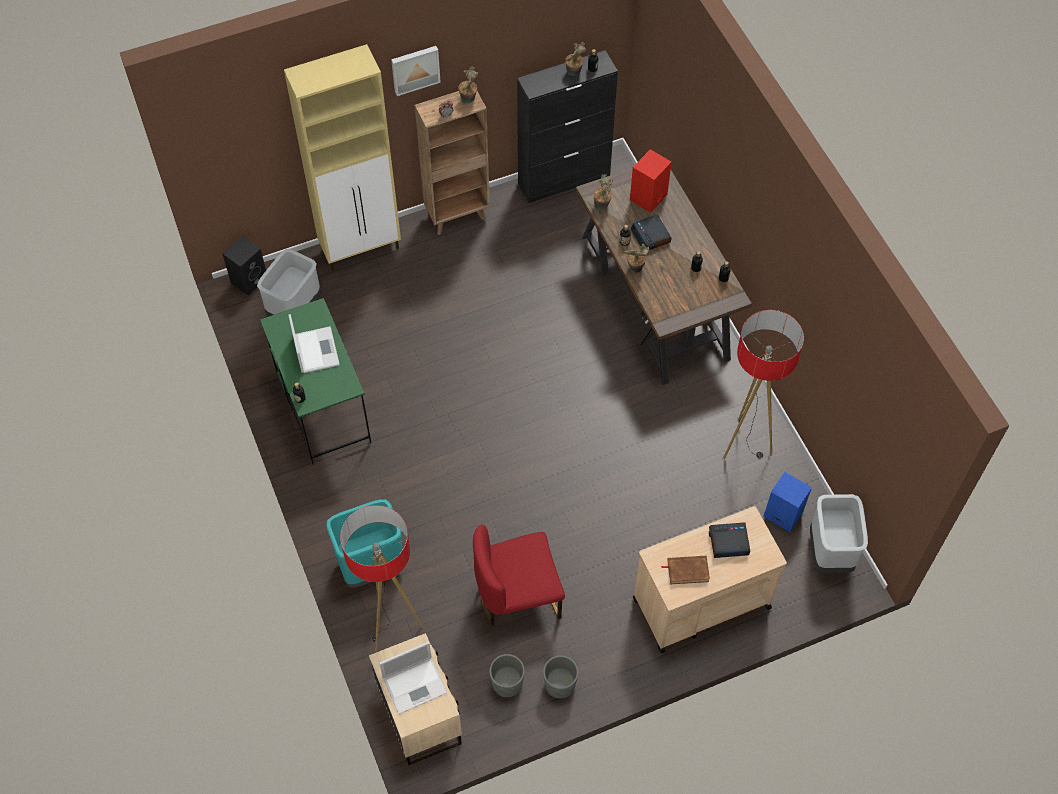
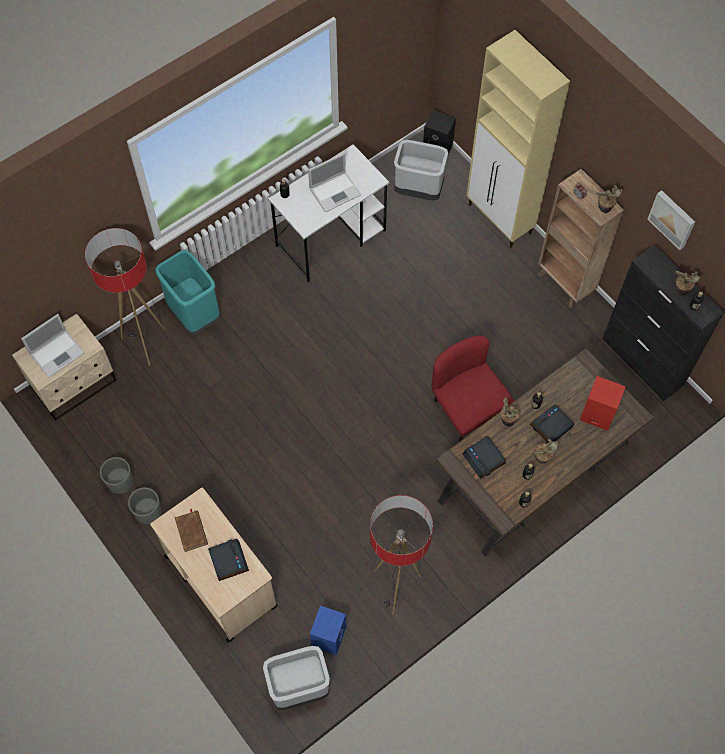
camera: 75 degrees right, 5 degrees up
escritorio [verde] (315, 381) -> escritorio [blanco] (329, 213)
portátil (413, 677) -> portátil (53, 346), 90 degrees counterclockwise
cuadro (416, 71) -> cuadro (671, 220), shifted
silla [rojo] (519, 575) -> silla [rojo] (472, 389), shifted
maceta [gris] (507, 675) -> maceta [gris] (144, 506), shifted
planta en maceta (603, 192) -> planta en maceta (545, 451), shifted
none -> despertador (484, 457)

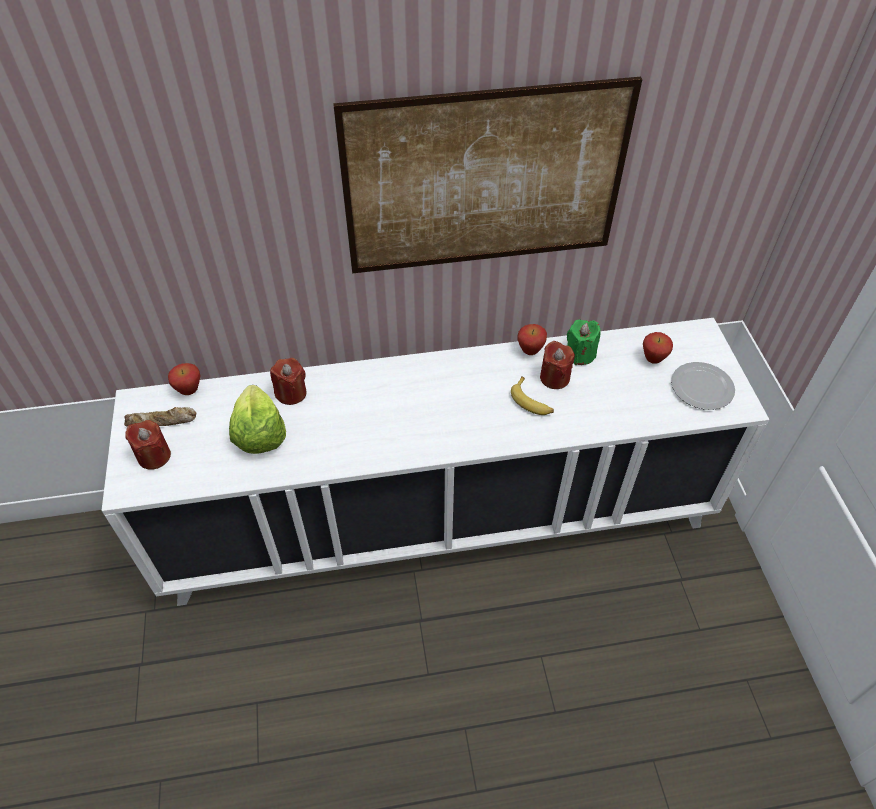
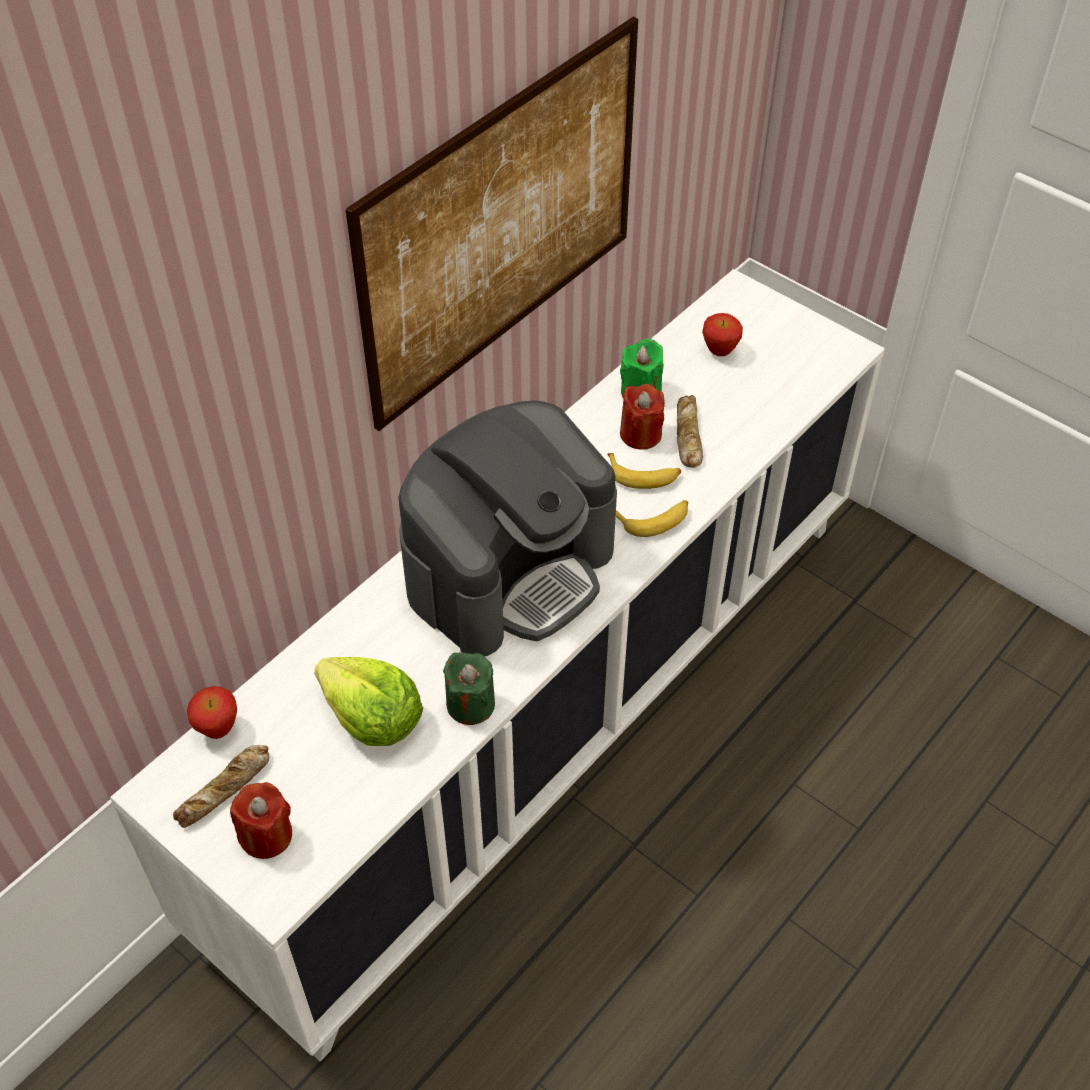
camera: 40 degrees left, 0 degrees up
vela [rojo] (288, 381) -> none
manzana (532, 339) -> none
plato (703, 386) -> none
none -> cafetera (507, 528)
none -> vela [verde] (469, 688)
none -> plátano (652, 518)
none -> pan (690, 431)

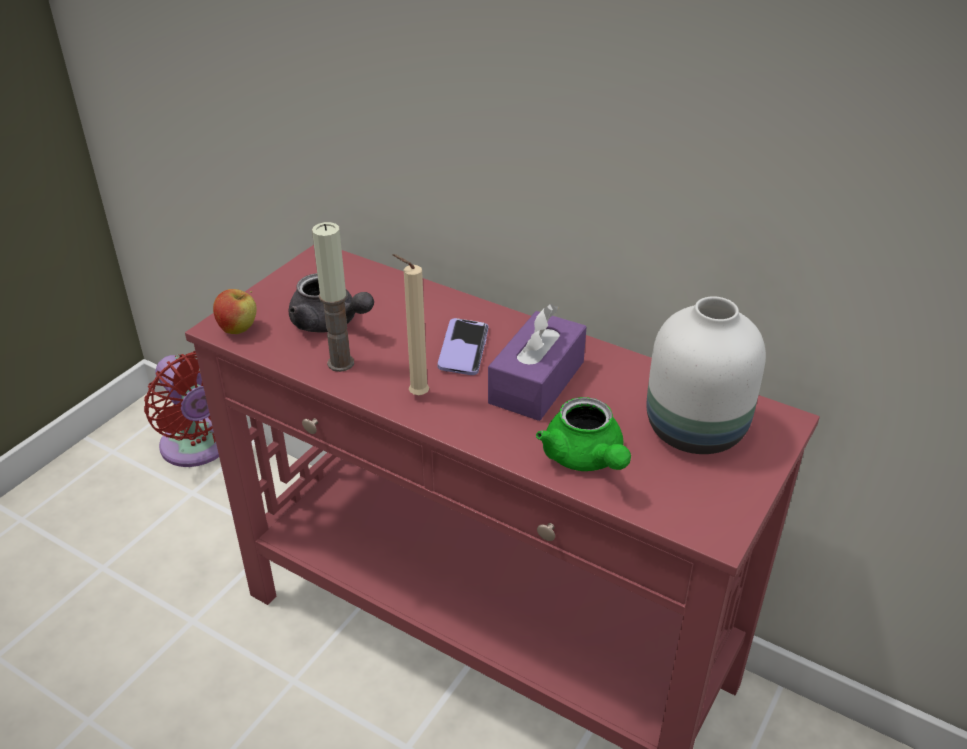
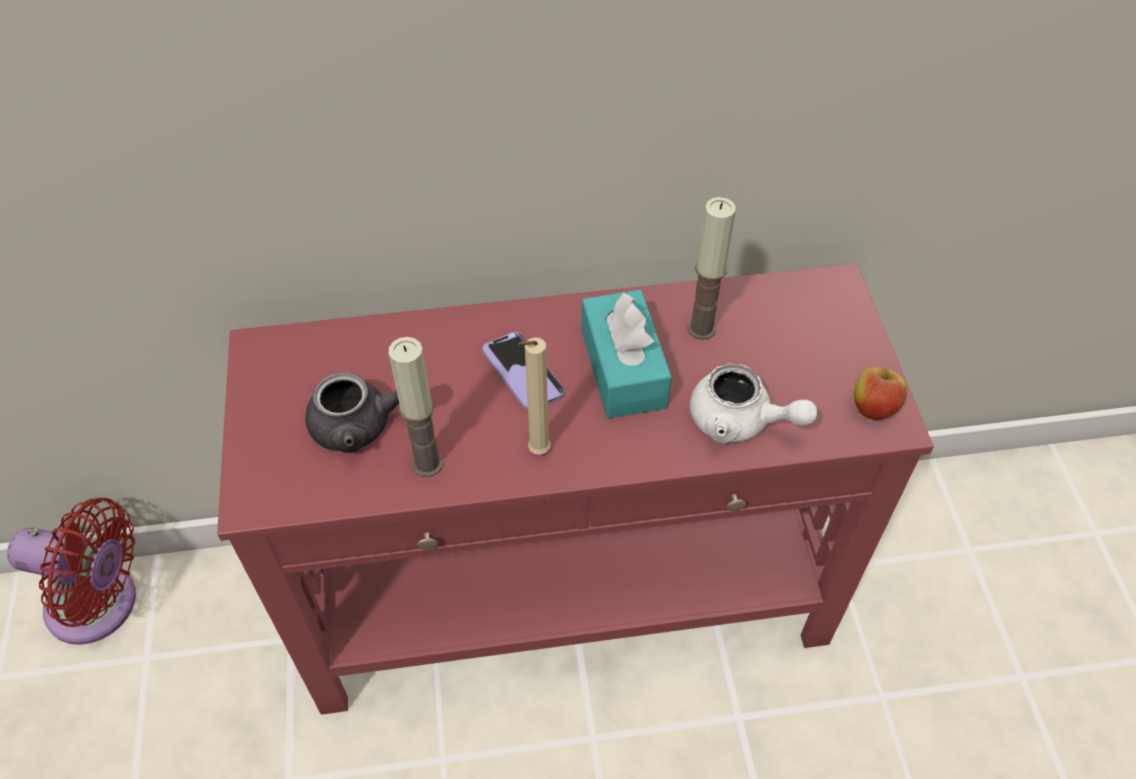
camera: 40 degrees left, 15 degrees up
manzana (235, 311) -> manzana (880, 391), shifted
caja de pañuelos [morado] (537, 362) -> caja de pañuelos [turquesa] (627, 354)
tetera [verde] (583, 434) -> tetera [blanco] (753, 403)
florero [blanco] (706, 375) -> none
none -> vela (711, 268)

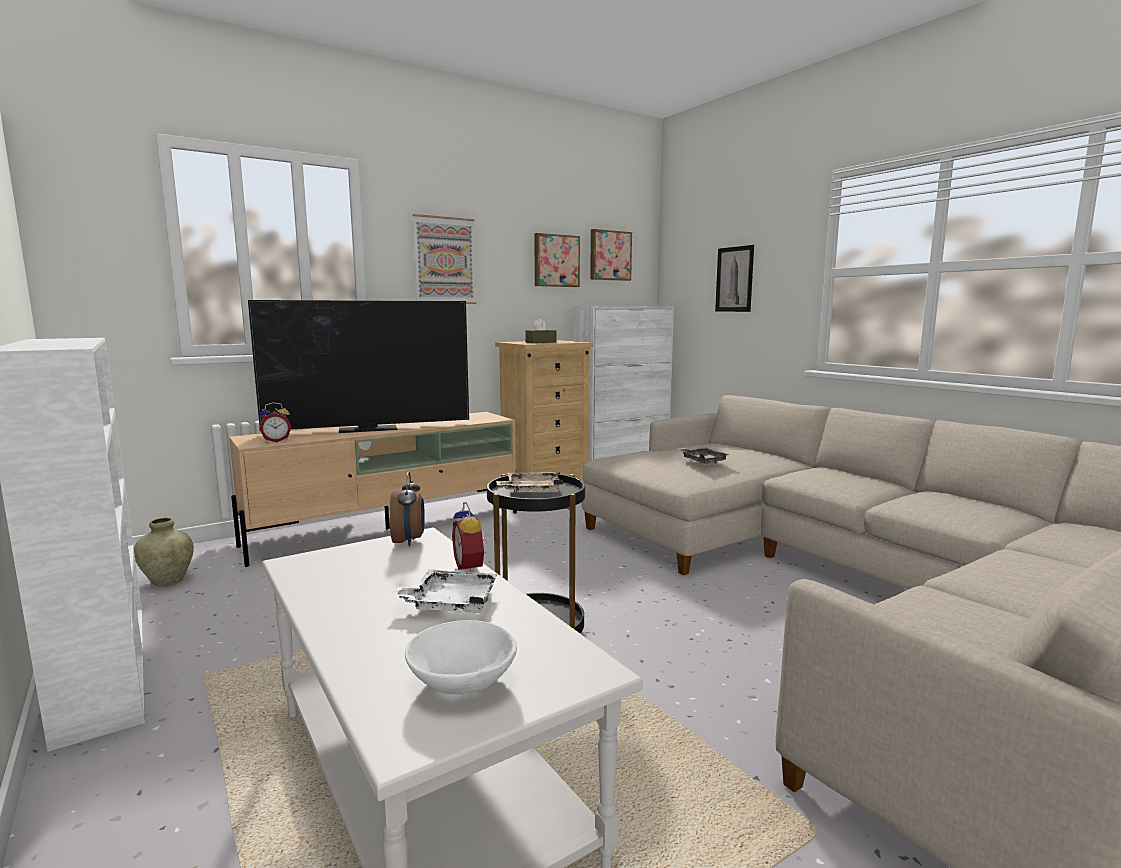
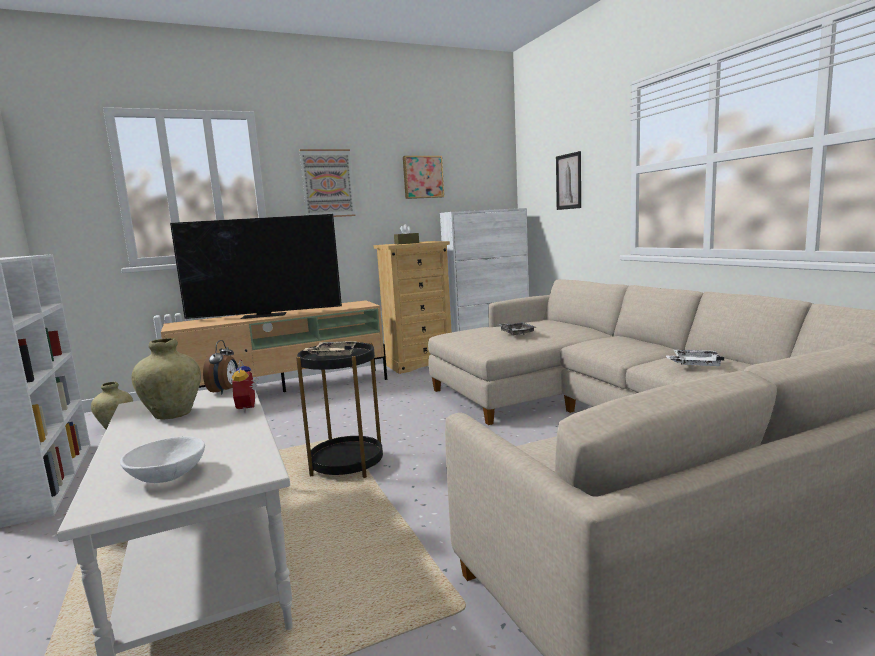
camera: 10 degrees right, 0 degrees up
despertador (275, 422) -> none
bandeja [blanco] (443, 591) -> bandeja [blanco] (695, 358), shifted
cuadro (611, 255) -> none
none -> florero [beis] (166, 378)

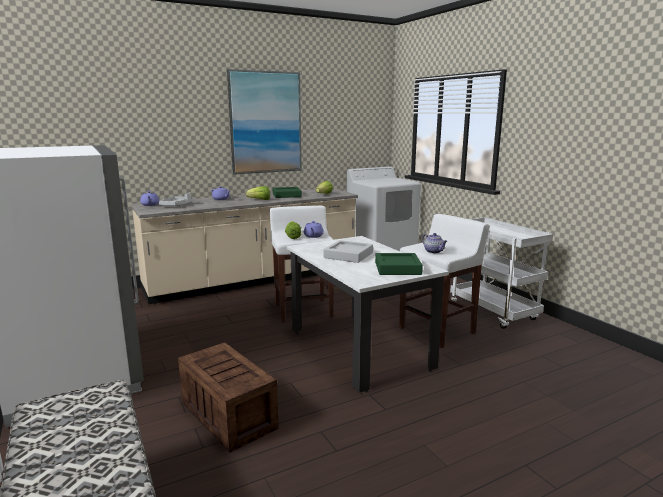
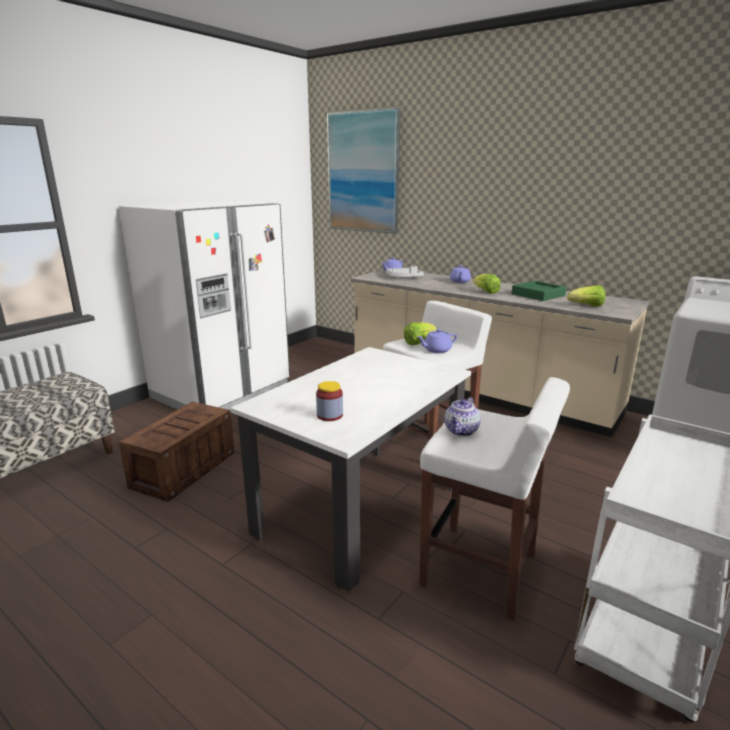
camera: 65 degrees right, 5 degrees up
cuadro (264, 122) -> cuadro (364, 170), shifted
bandeja [gris] (348, 251) -> none
bandeja [verde] (399, 264) -> tarro (329, 401)

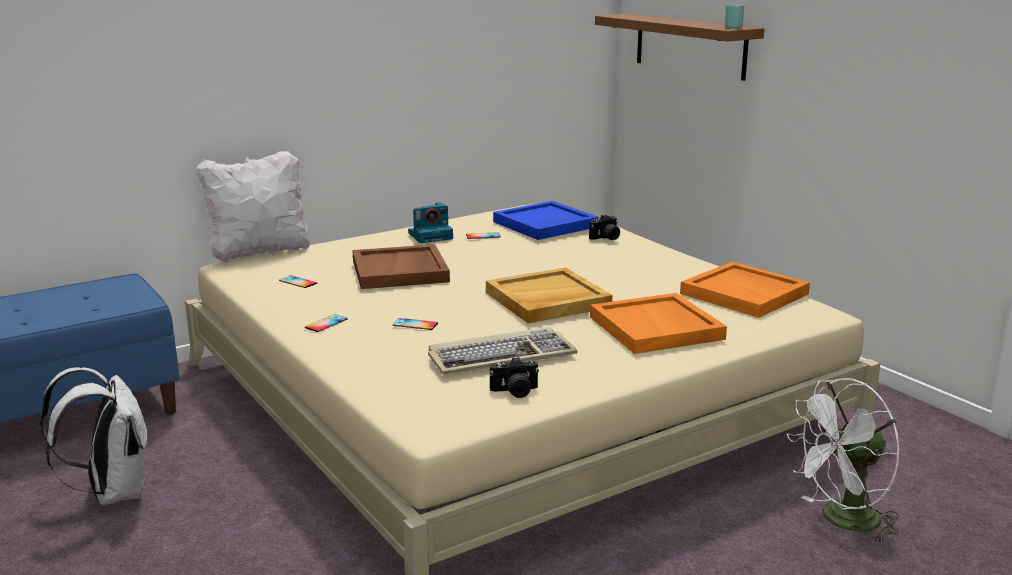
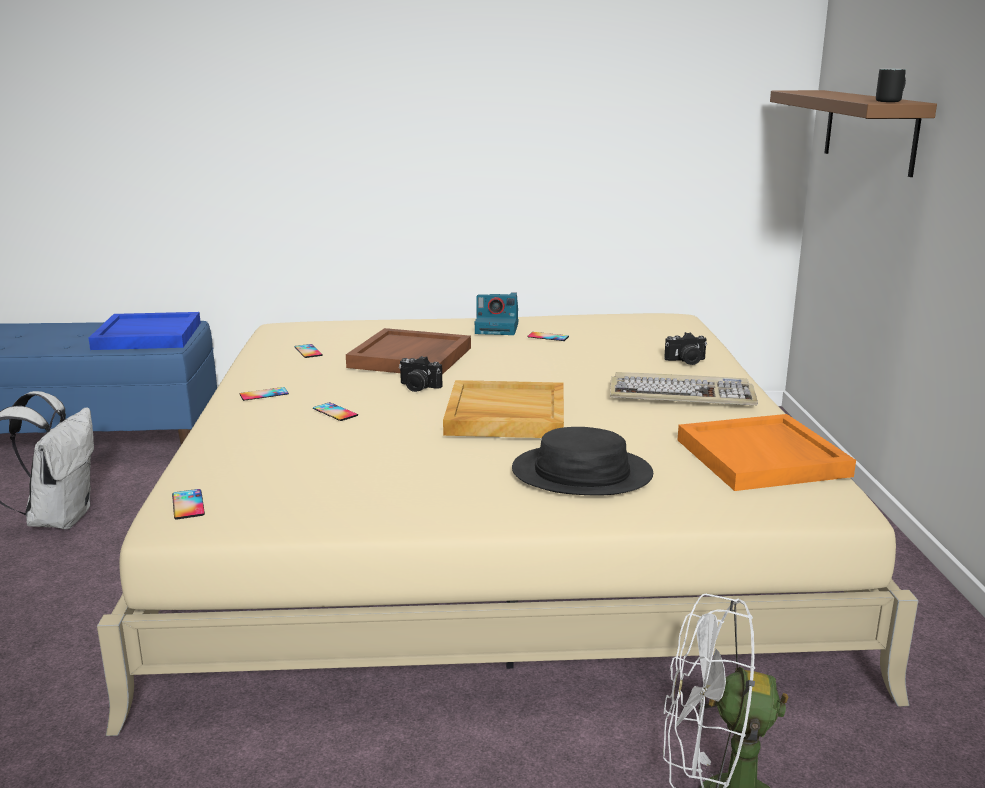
camera: 30 degrees right, 0 degrees up
cojín [blanco] (252, 207) -> none
teclado (503, 351) -> teclado (684, 388), shifted
cámara (514, 377) -> cámara (420, 374), shifted
bandeja [azul] (546, 220) -> bandeja [azul] (145, 331), shifted
bandeja [naranja] (658, 323) -> sombrero [negro] (582, 461)
taza grande [turquesa] (734, 16) -> taza grande [negro] (891, 85)
none -> móvil (188, 504)

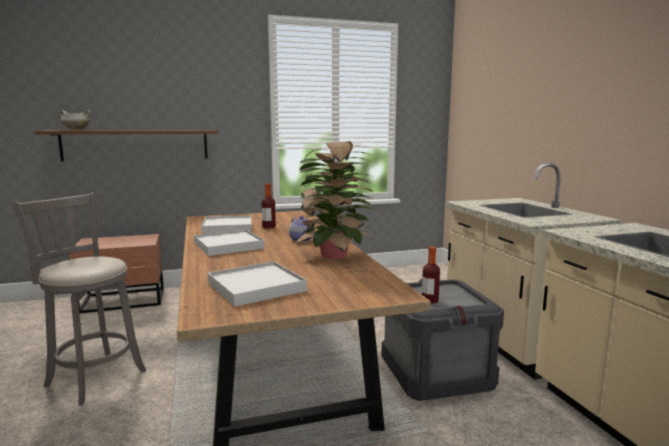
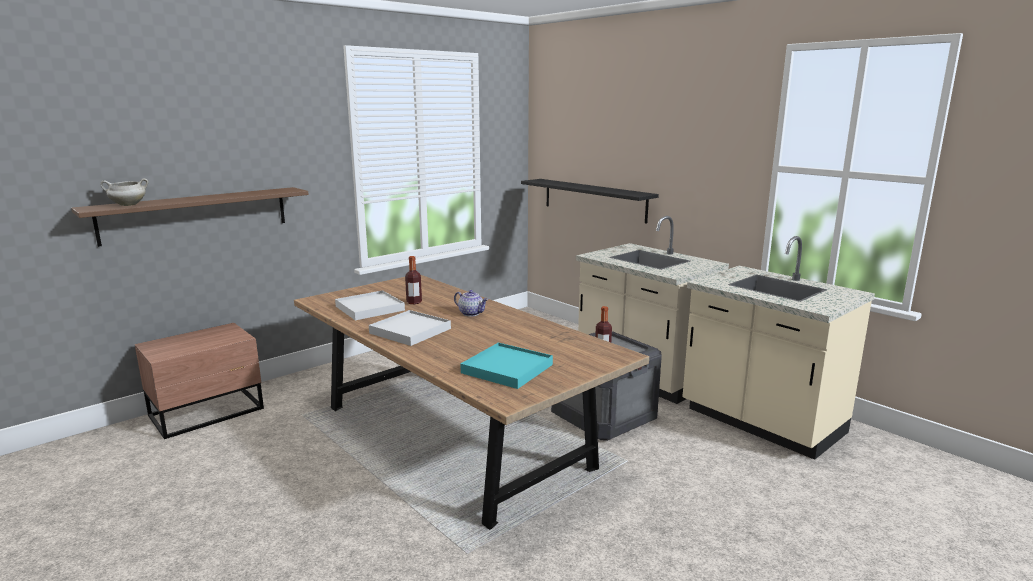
camera: 25 degrees left, 5 degrees up
taburete [gris] (79, 299) -> none
bandeja [blanco] (257, 284) -> bandeja [turquesa] (506, 366)
planta en maceta (333, 200) -> none
none -> estante [negro] (590, 201)

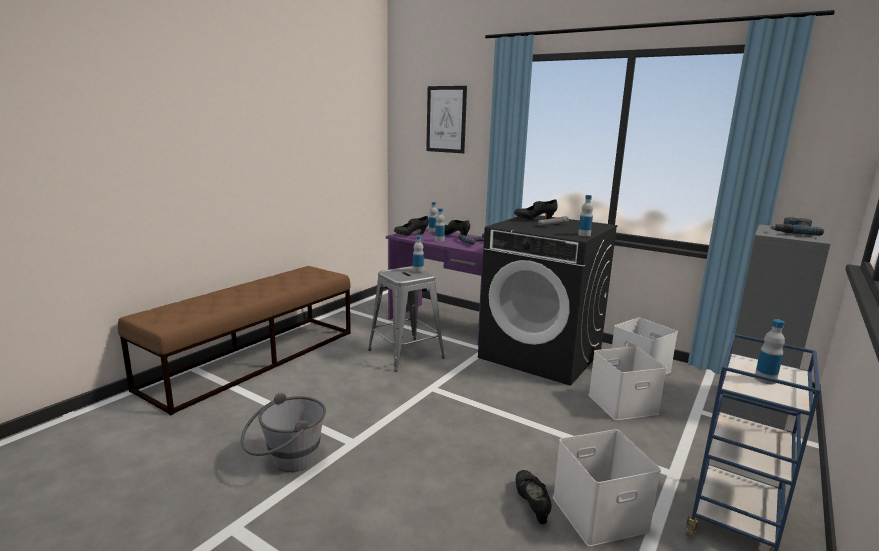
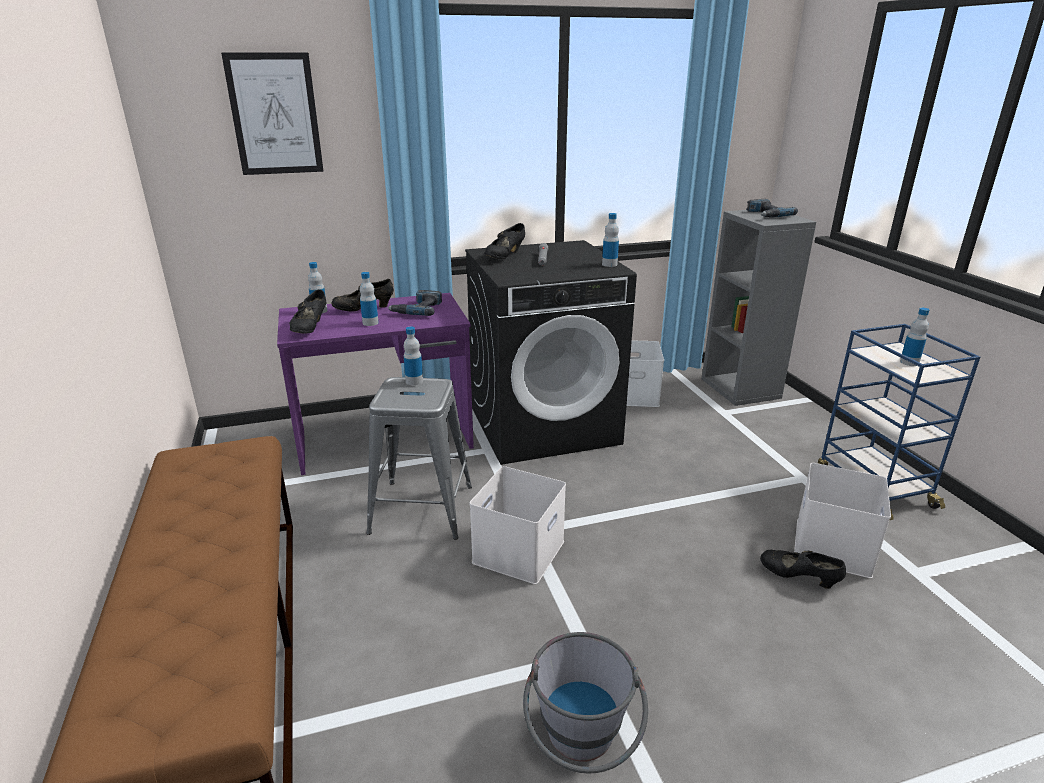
camera: 50 degrees left, 10 degrees up
caja de almacenaje [blanco] (628, 383) -> caja de almacenaje [blanco] (518, 525), shifted

